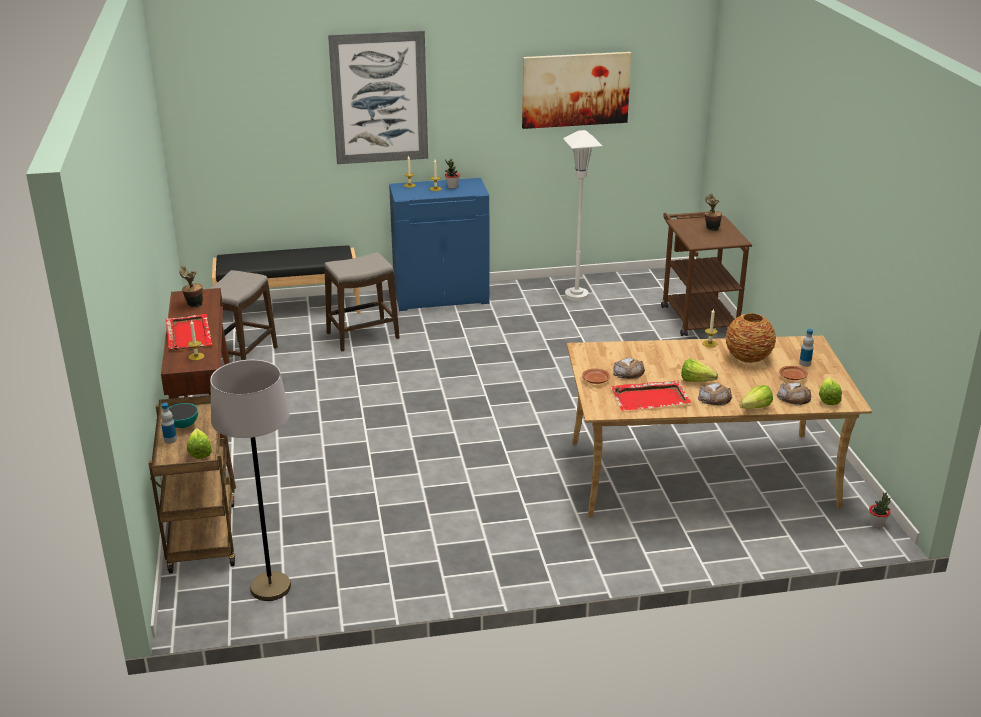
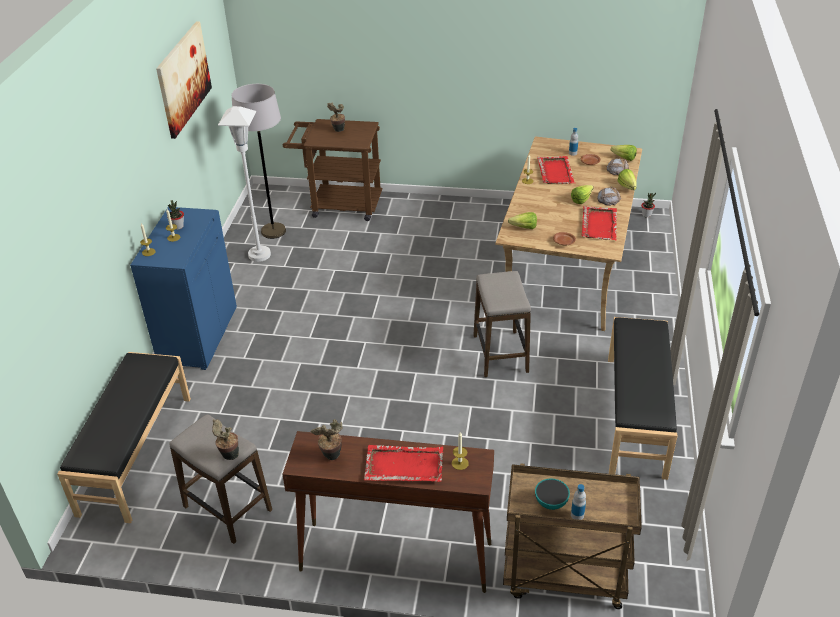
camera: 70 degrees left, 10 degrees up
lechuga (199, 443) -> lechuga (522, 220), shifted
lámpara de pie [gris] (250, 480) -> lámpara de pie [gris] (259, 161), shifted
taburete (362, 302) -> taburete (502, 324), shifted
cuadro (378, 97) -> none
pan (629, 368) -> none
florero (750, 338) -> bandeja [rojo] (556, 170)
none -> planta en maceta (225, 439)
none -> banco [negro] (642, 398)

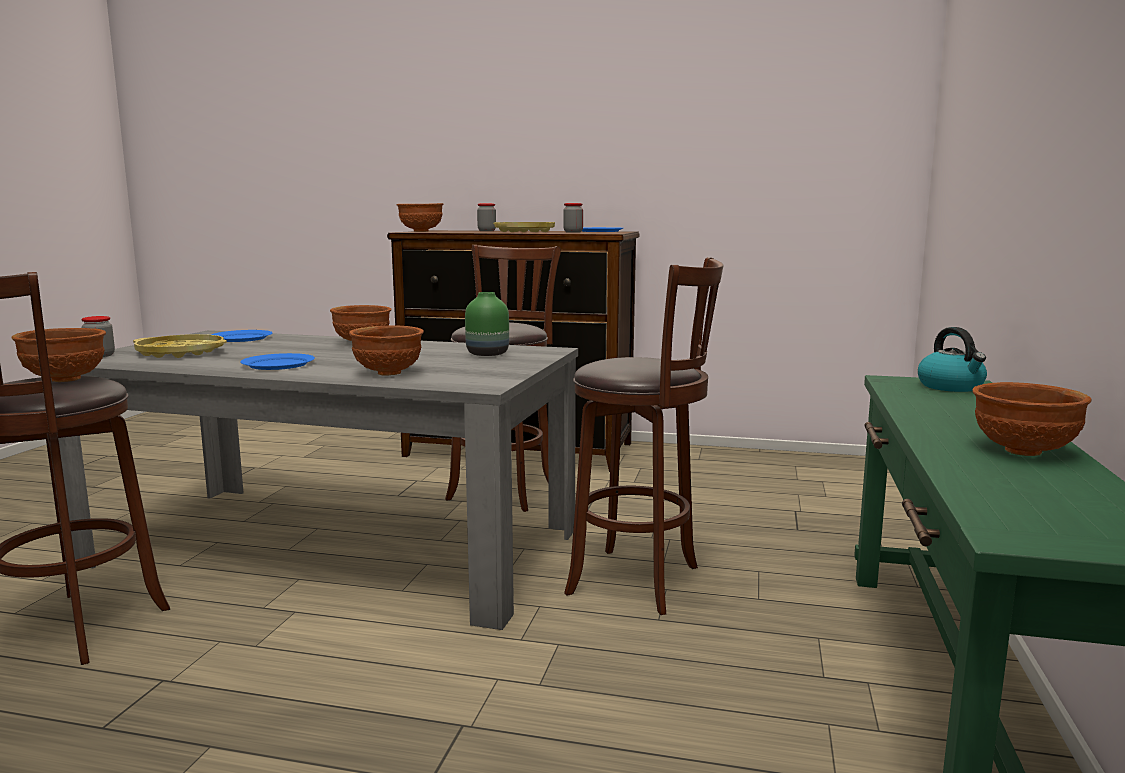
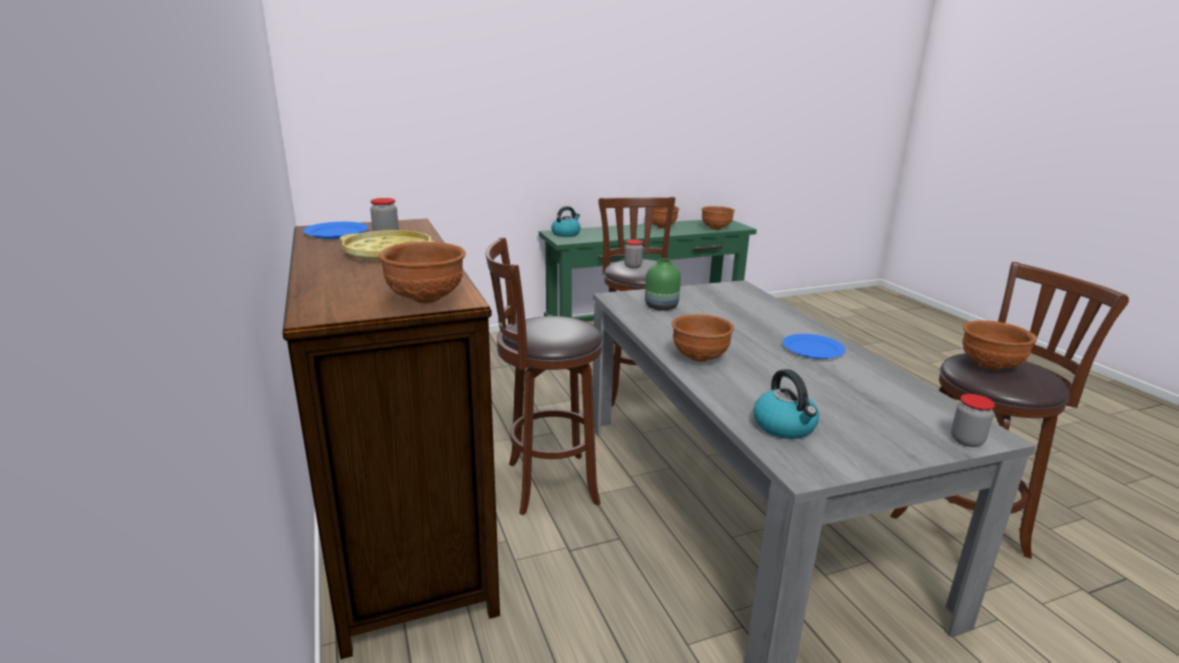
camera: 125 degrees left, 10 degrees up
bandeja [amarillo] (180, 346) -> none
plato [azul] (241, 336) -> hervidor (786, 404)
cuenco [marrón] (386, 350) -> cuenco [marrón] (718, 218), shifted
tarro (486, 217) -> tarro (633, 253), shifted

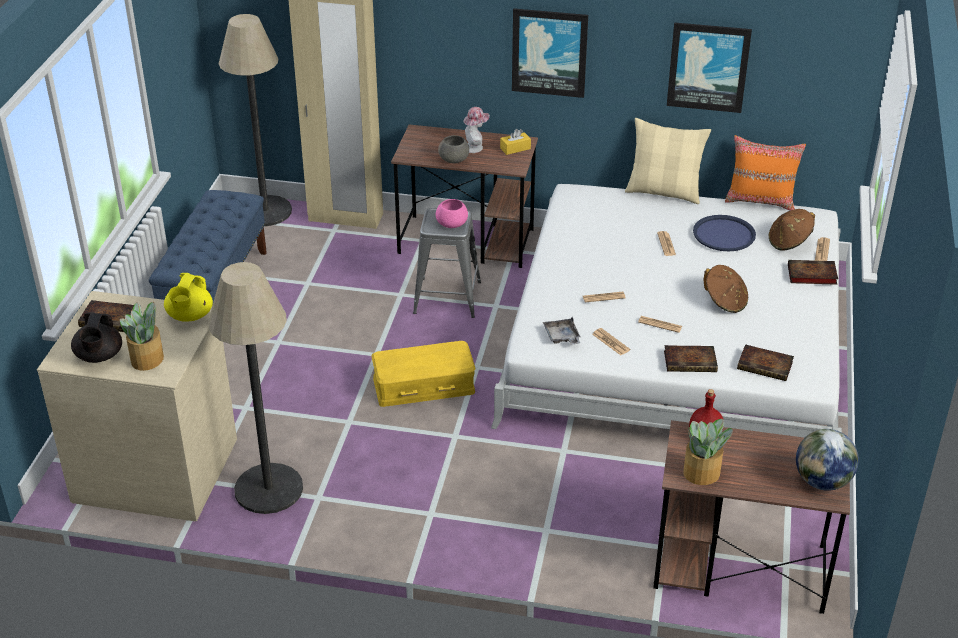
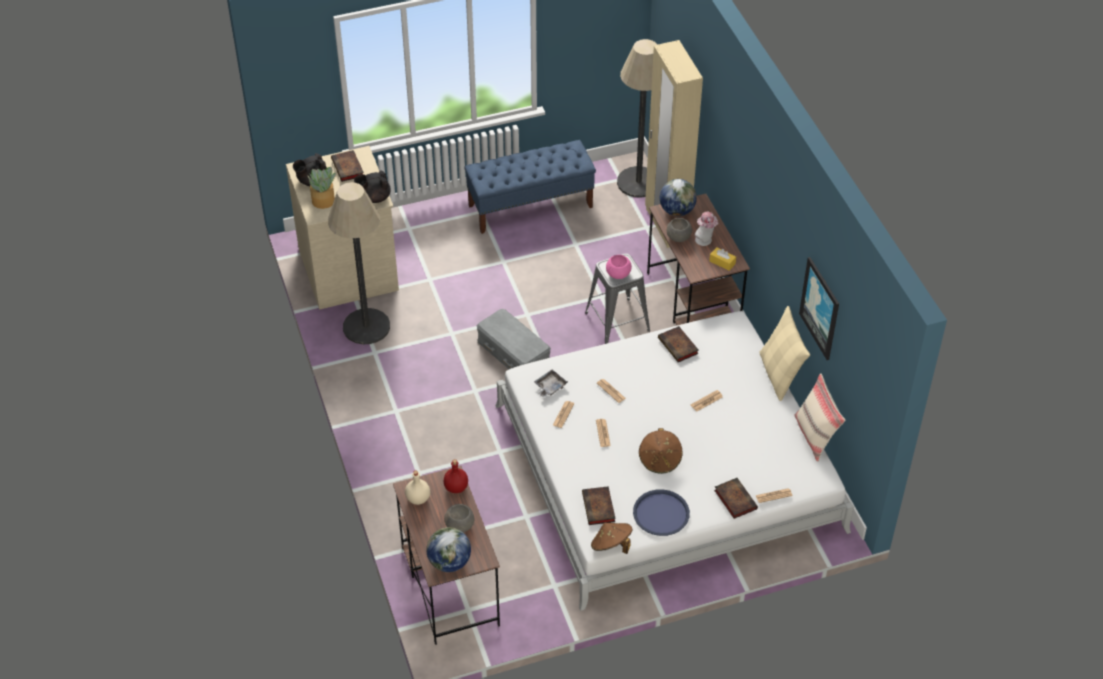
camera: 60 degrees right, 10 degrees up
tetera [amarillo] (188, 297) -> tetera [negro] (372, 186)
caja de almacenaje [amarillo] (423, 374) -> caja de almacenaje [gris] (514, 339)
cuadro (550, 53) -> none
libro (691, 358) -> libro (678, 344), shifted
planta en maceta (708, 452) -> botella [beis] (417, 488)
bandeja [azul] (724, 233) -> bandeja [azul] (661, 512), shifted
cojín [naranja] (765, 173) -> cojín [beis] (819, 417)
sombrero [marrón] (792, 230) -> sombrero [marrón] (612, 538), shifted
none -> cuenco [gris] (459, 518)
none -> globo terráqueo (678, 197)

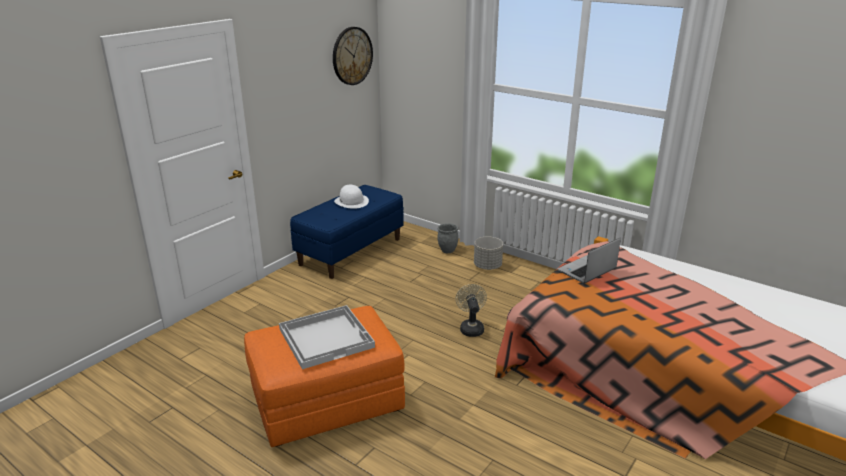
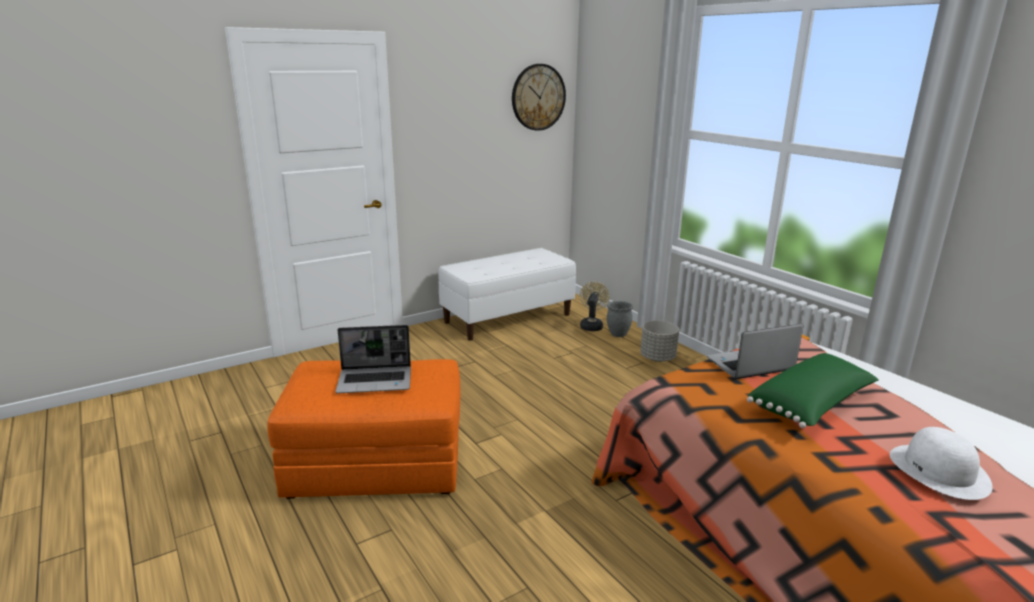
camera: 20 degrees right, 5 degrees down
bandeja [blanco] (327, 337) -> portátil (373, 359)
banco [azul] (347, 232) -> banco [blanco] (507, 294)
sombrero [blanco] (351, 197) -> sombrero [blanco] (941, 463), shifted
ventilador [beis] (471, 310) -> ventilador [beis] (595, 306), shifted
none -> cojín [verde] (813, 390)

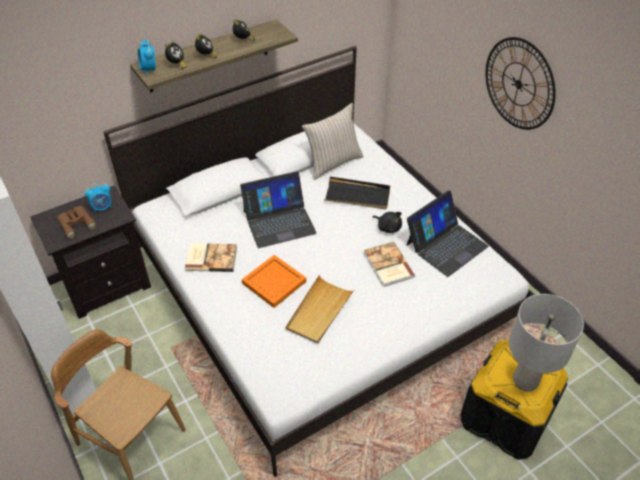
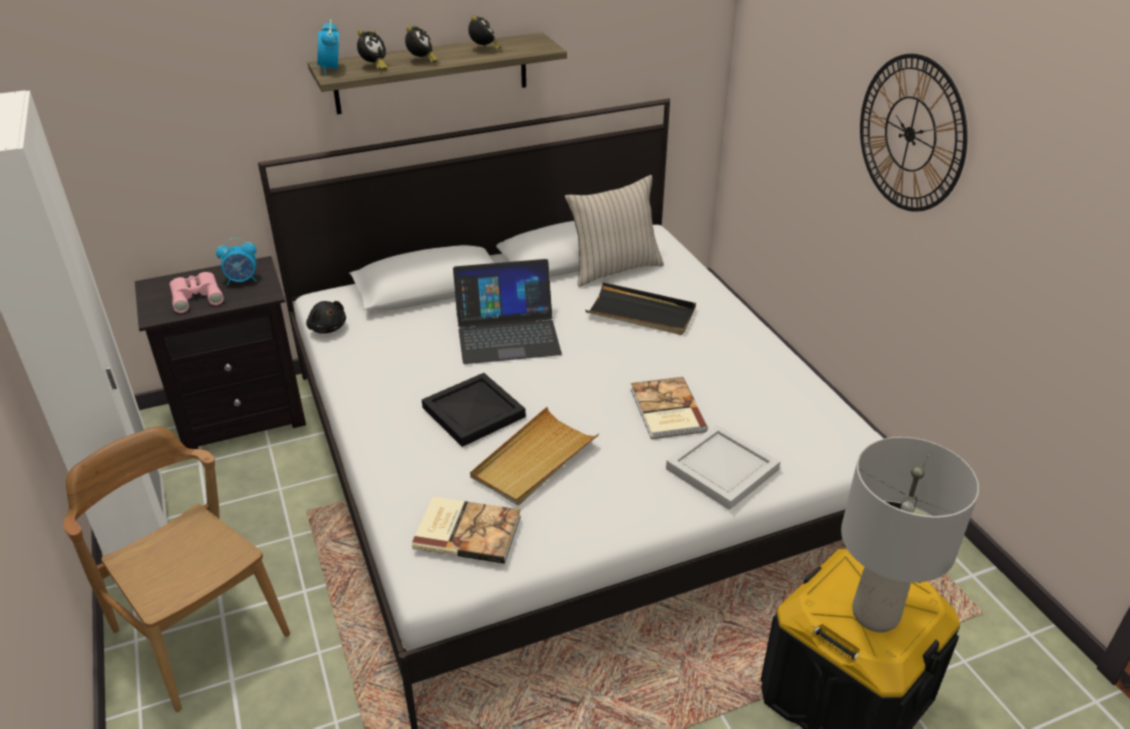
camera: 10 degrees right, 10 degrees down
prismáticos [marrón] (77, 222) -> prismáticos [rosa] (197, 292)
libro (211, 257) -> libro (466, 530), shifted
bandeja [naranja] (274, 281) -> bandeja [negro] (474, 410)
peluche [negro] (387, 222) -> peluche [negro] (326, 317), shifted
portátil (447, 233) -> none
none -> bandeja [blanco] (723, 467)

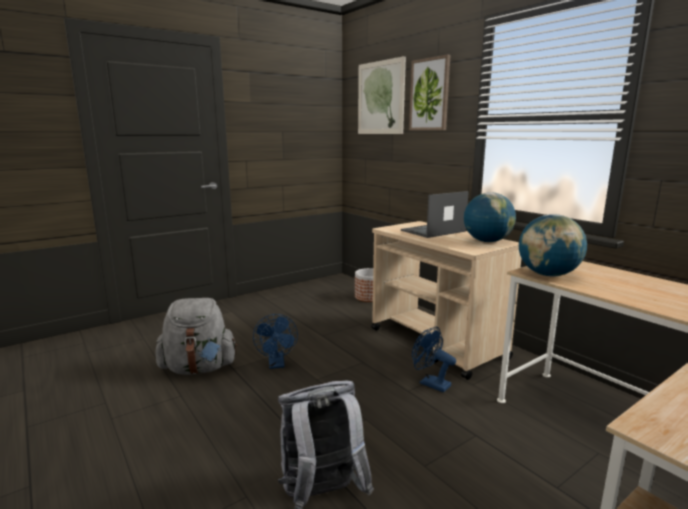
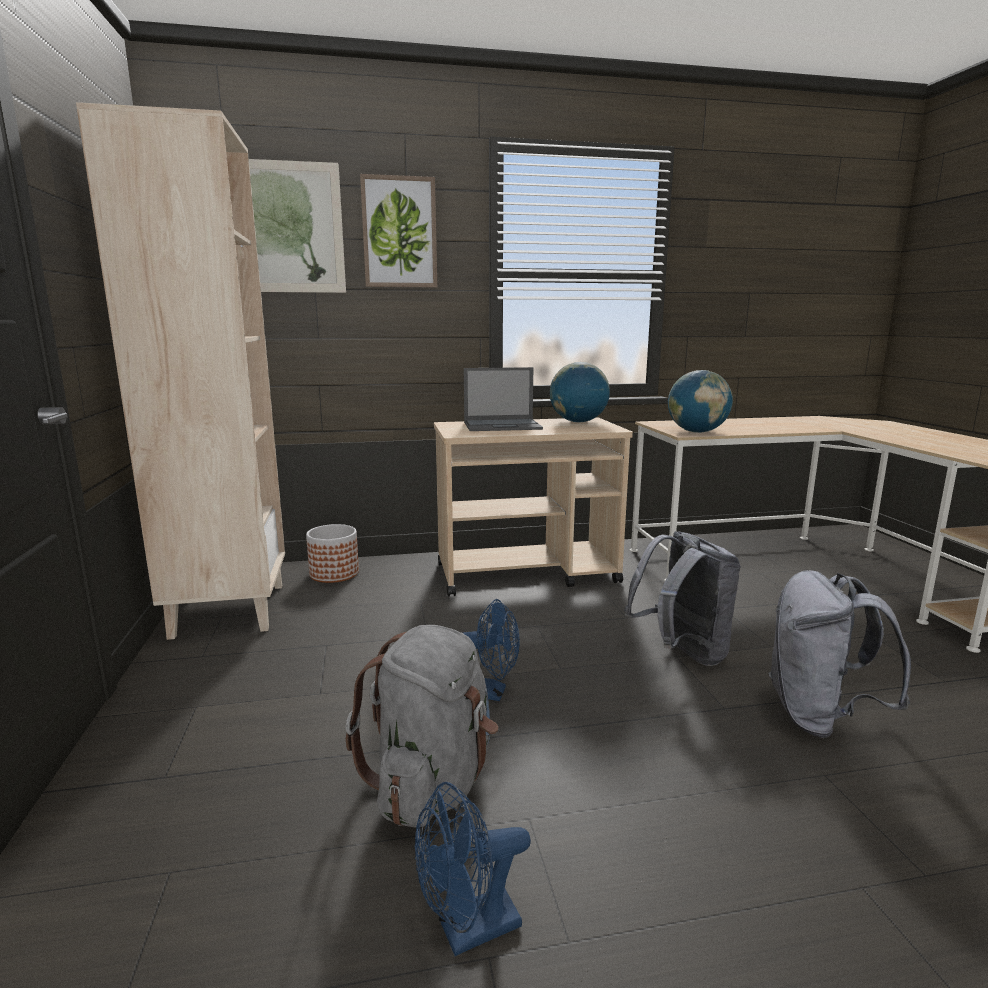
camera: 65 degrees left, 0 degrees up
portátil (435, 214) -> portátil (503, 399), 90 degrees counterclockwise
ventilador [azul] (434, 359) -> ventilador [azul] (473, 869), shifted
none -> estantería [beis] (180, 371)
none -> mochila [gris] (682, 598)

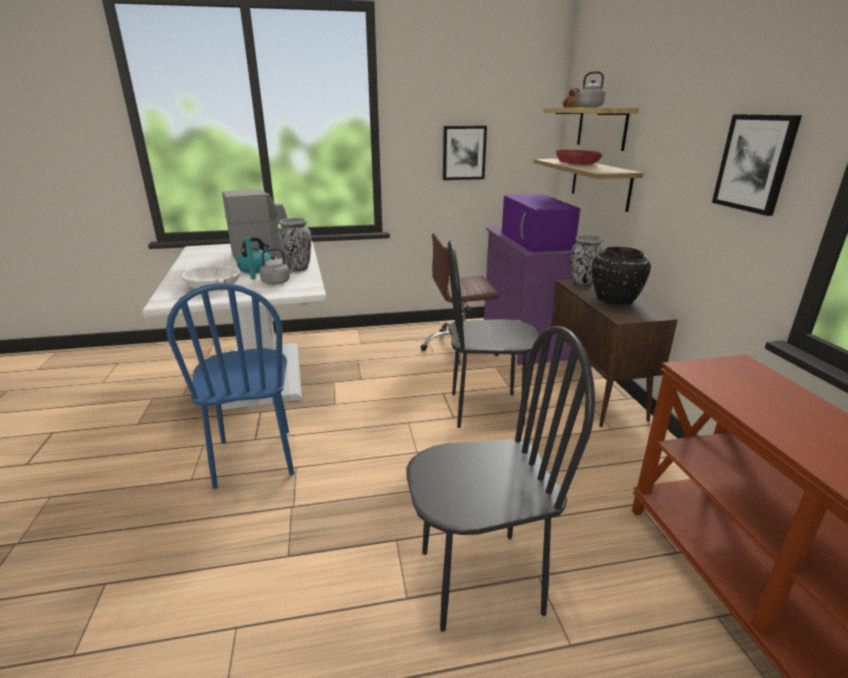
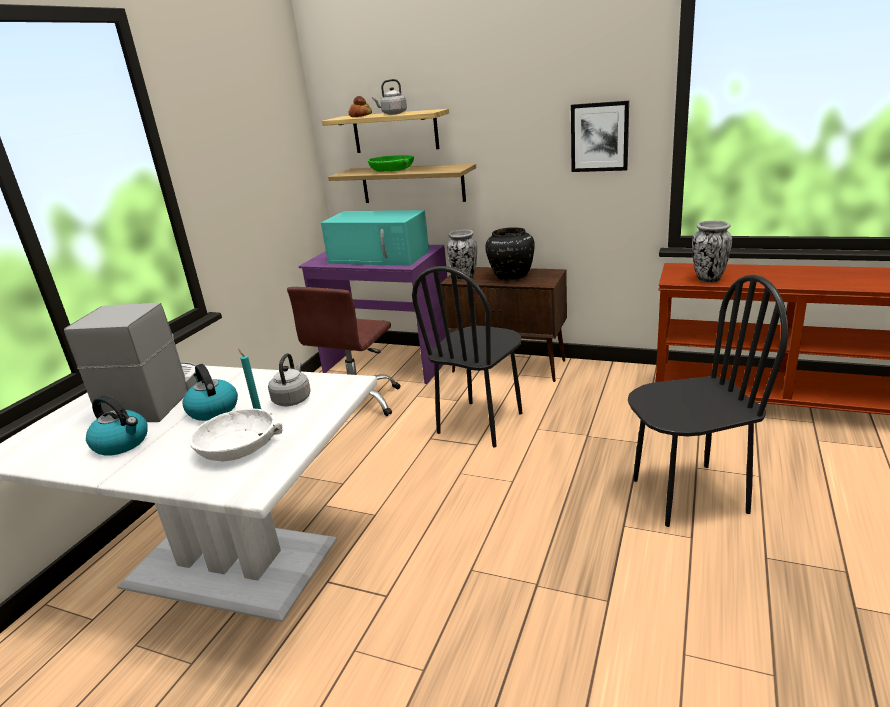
camera: 55 degrees left, 0 degrees up
silla [azul] (230, 386) -> none
florero (294, 245) -> florero (712, 251), shifted
silla [negro] (500, 479) -> silla [negro] (708, 401), 60 degrees clockwise
cuadro (465, 153) -> none
microondas [morado] (541, 223) -> microondas [turquesa] (375, 238)
cuenco [rojo] (579, 157) -> cuenco [verde] (391, 163)
none -> hervidor (116, 425)

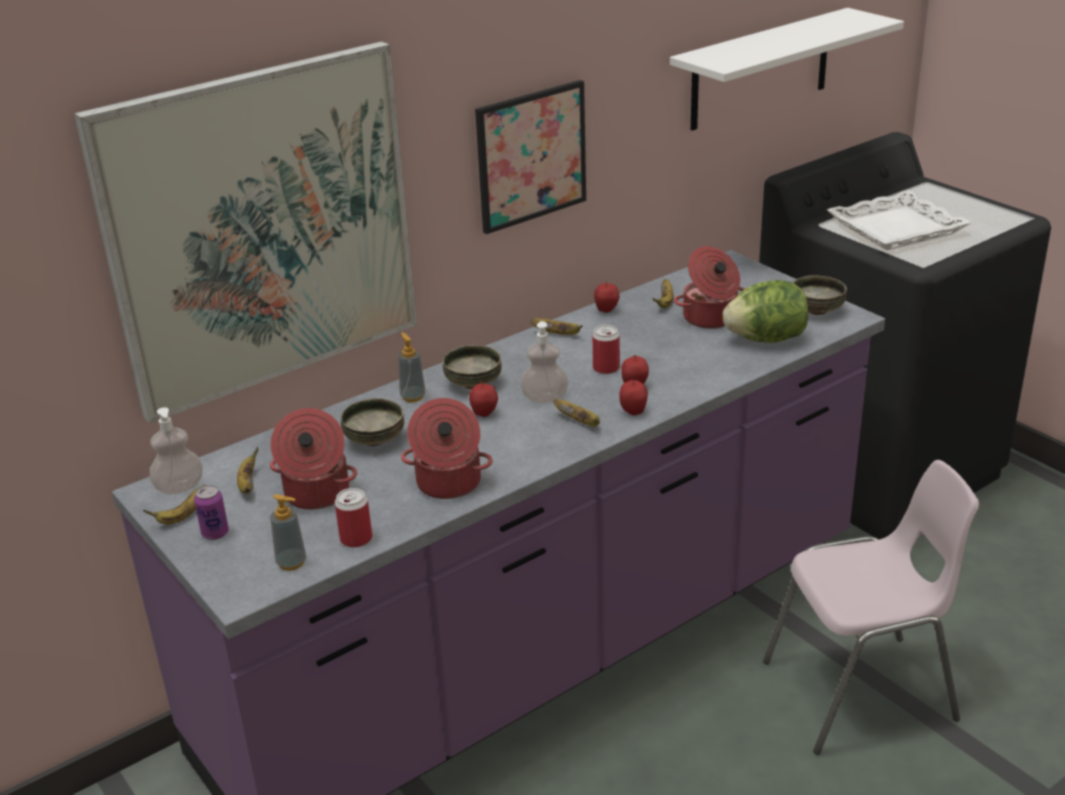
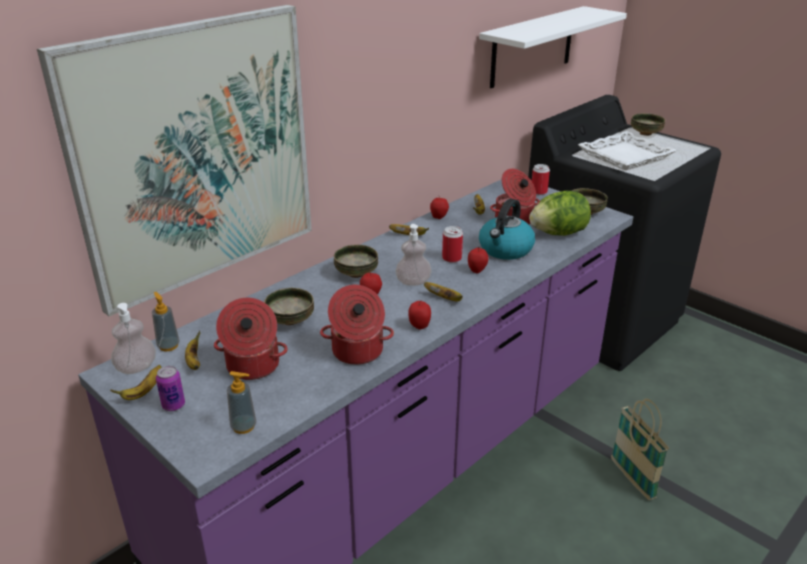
camera: 10 degrees left, 0 degrees up
lata (353, 518) -> lata (541, 179), shifted
dispensador de jabón (412, 367) -> dispensador de jabón (166, 321), shifted
cuadro (530, 157) -> none
manzana (633, 397) -> manzana (419, 314), shifted
silla [rosa] (871, 607) -> cesta (640, 449)
none -> hervidor (507, 229)
none -> cuenco (648, 124)

